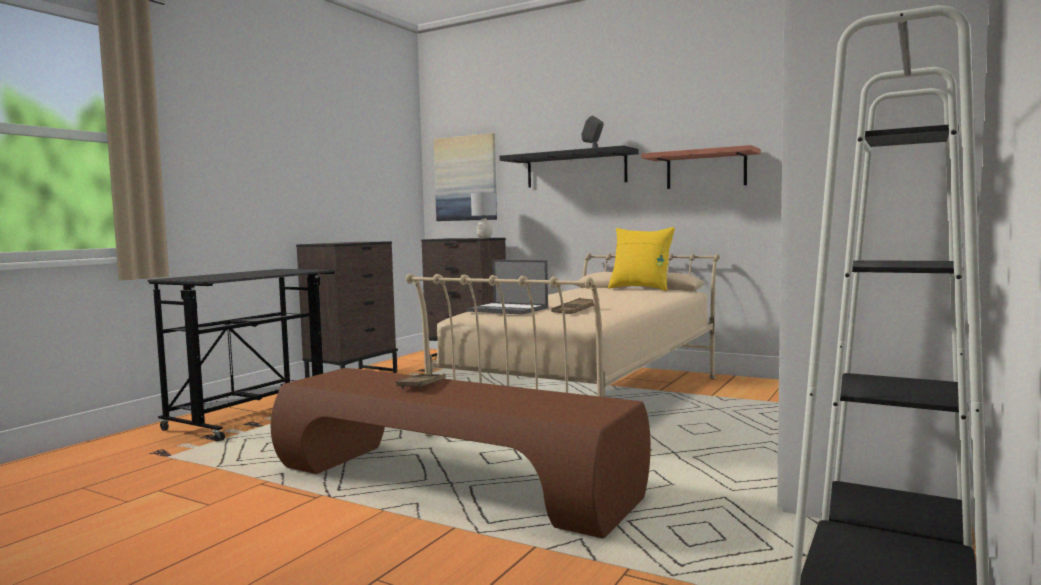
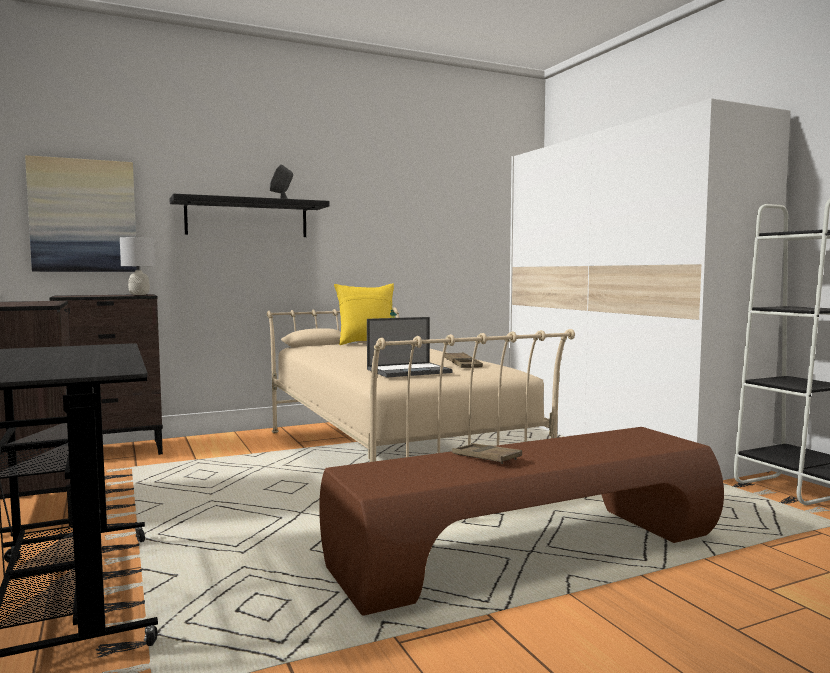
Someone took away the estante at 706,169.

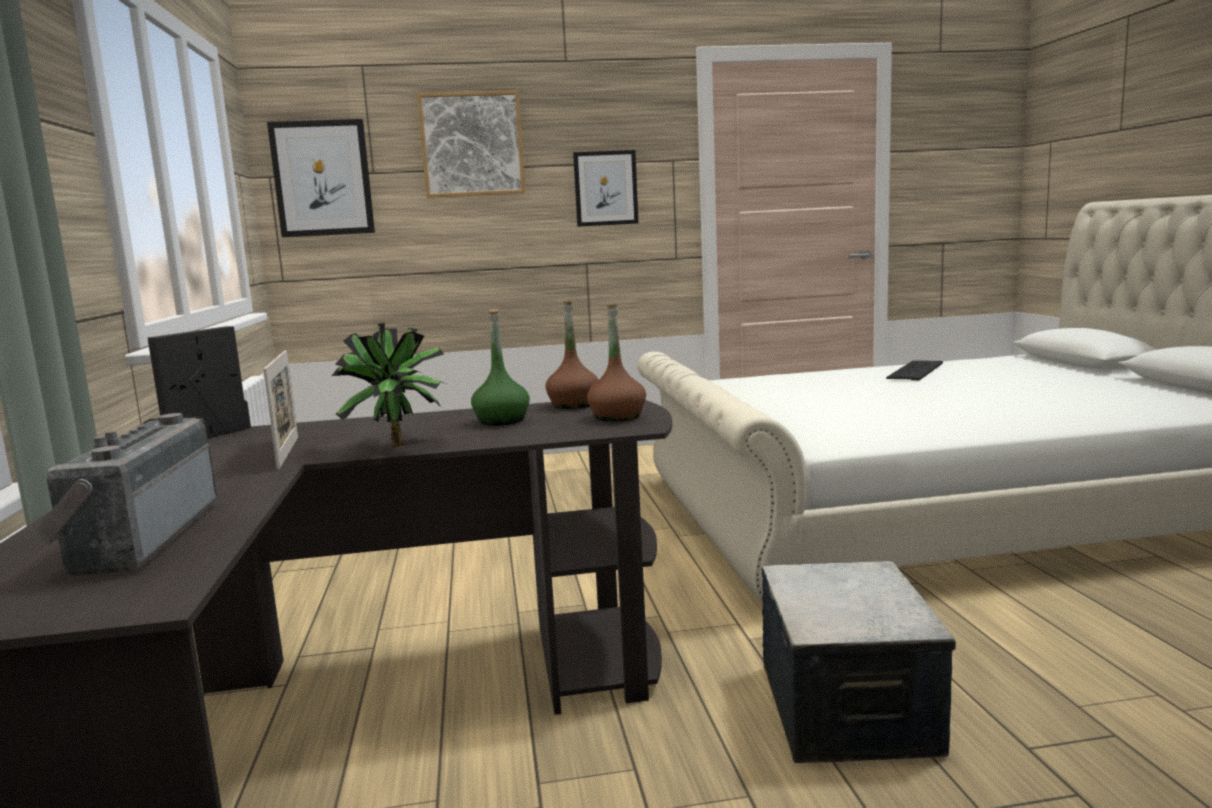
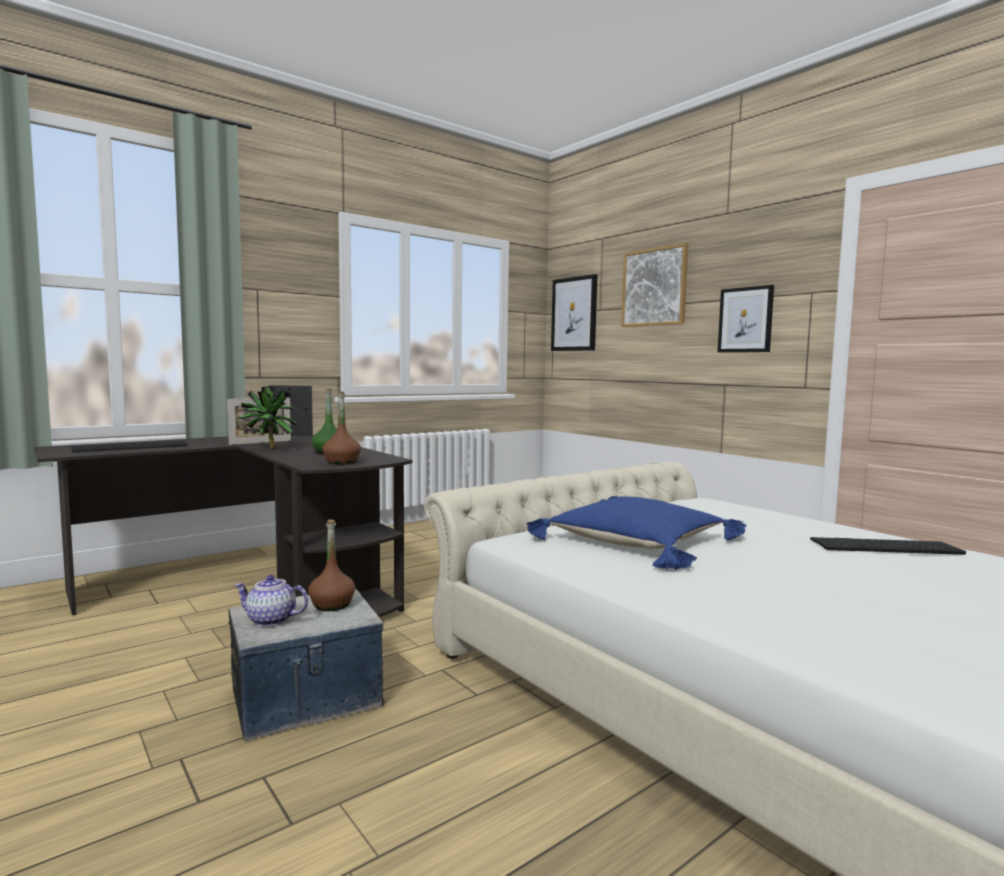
Someone put down the tetera at 270,620.
Someone put down the cojín (azul) at 636,538.
Someone carried the botella (marrón) from 573,405 to 332,605.
Someone swapped the radio at 138,538 for the teclado at 132,447.

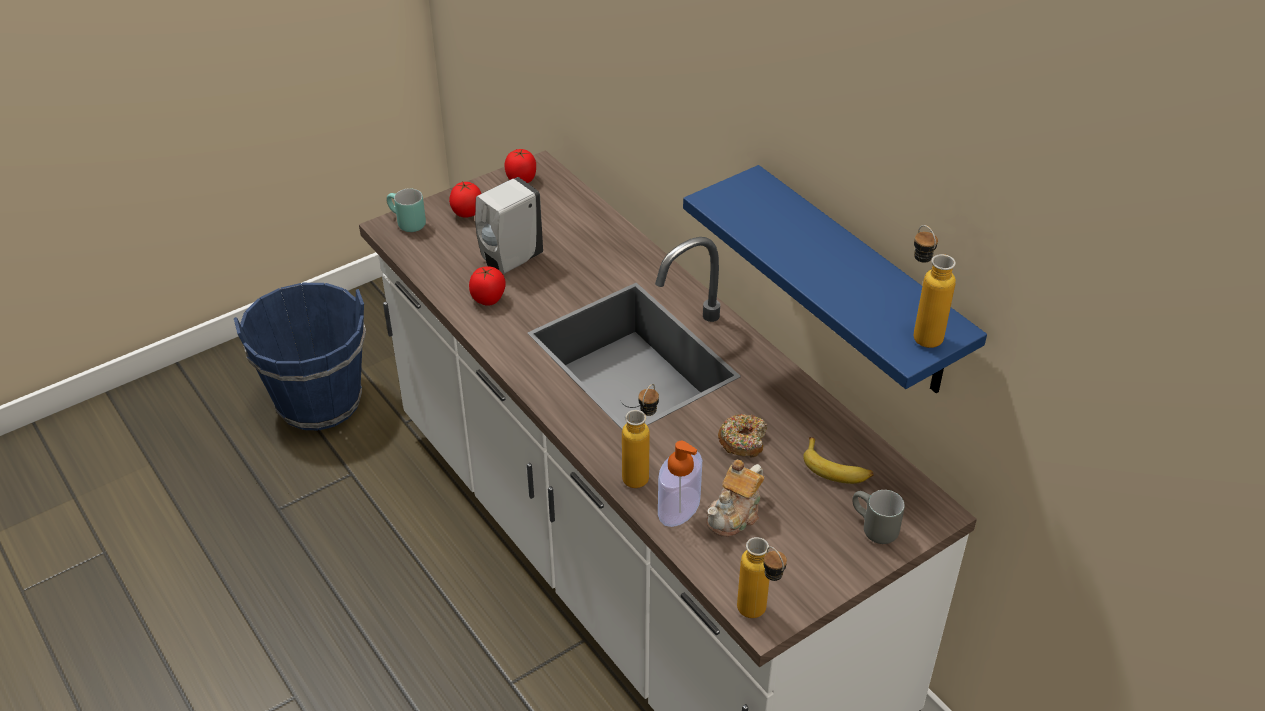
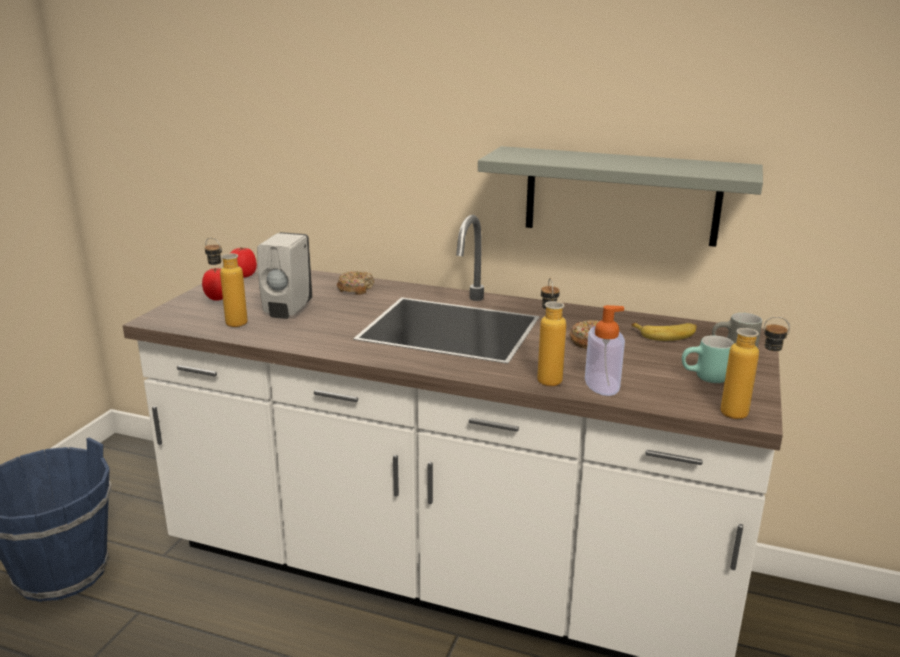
Someone took away the tomate at 489,299.
Someone took away the tetera at 735,515.
Someone put down the rosquilla at 355,289.
Someone carried the taza grande (turquesa) from 405,224 to 705,379.
Someone carried the botella from 920,331 to 229,322.
Someone repainted the estante (azul) at 858,284, which became the estante (gris) at 621,196.

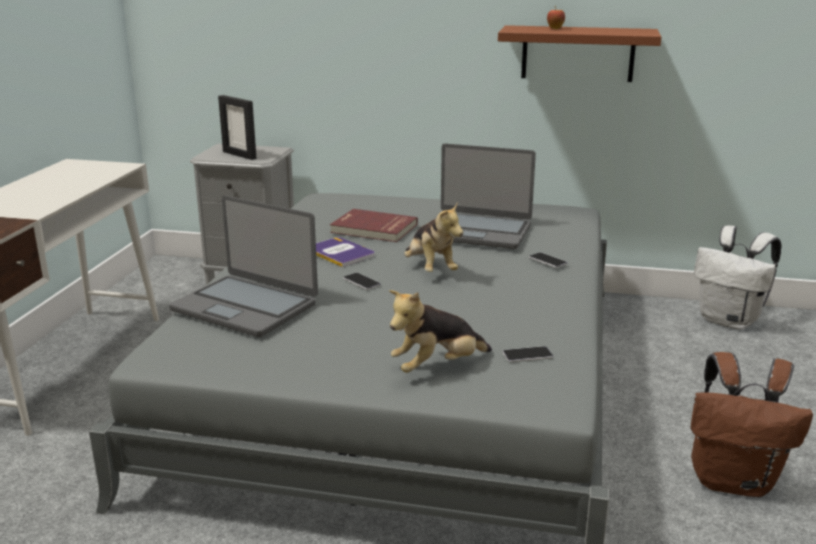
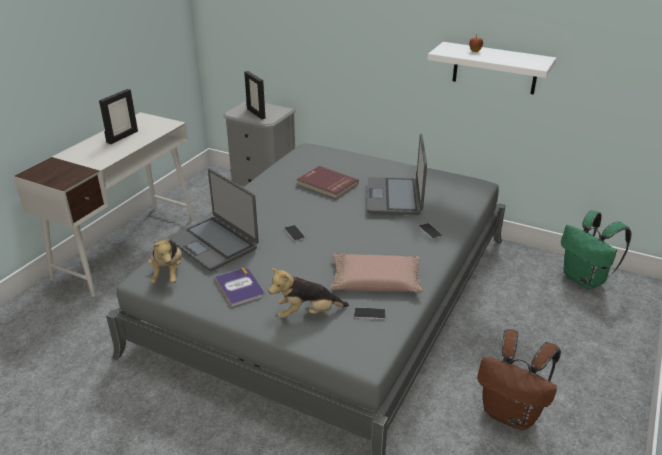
Someone put down the portarretratos at 122,137.
Someone put down the cojín (beis) at 375,279.
Someone carried the libro from 340,253 to 239,287.
Someone carried the peluche from 430,268 to 168,274.
Someone repainted the estante (marrón) at 577,53, which became the estante (blanco) at 495,68.
Someone repainted the mochila (blanco) at 730,321, which became the mochila (verde) at 585,279.
Someone rotated the portátil at 477,231 by 60 degrees clockwise.

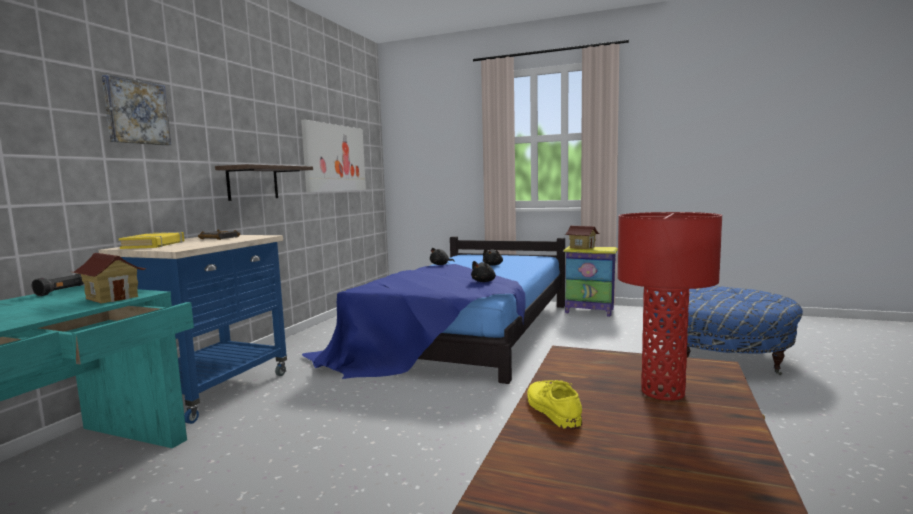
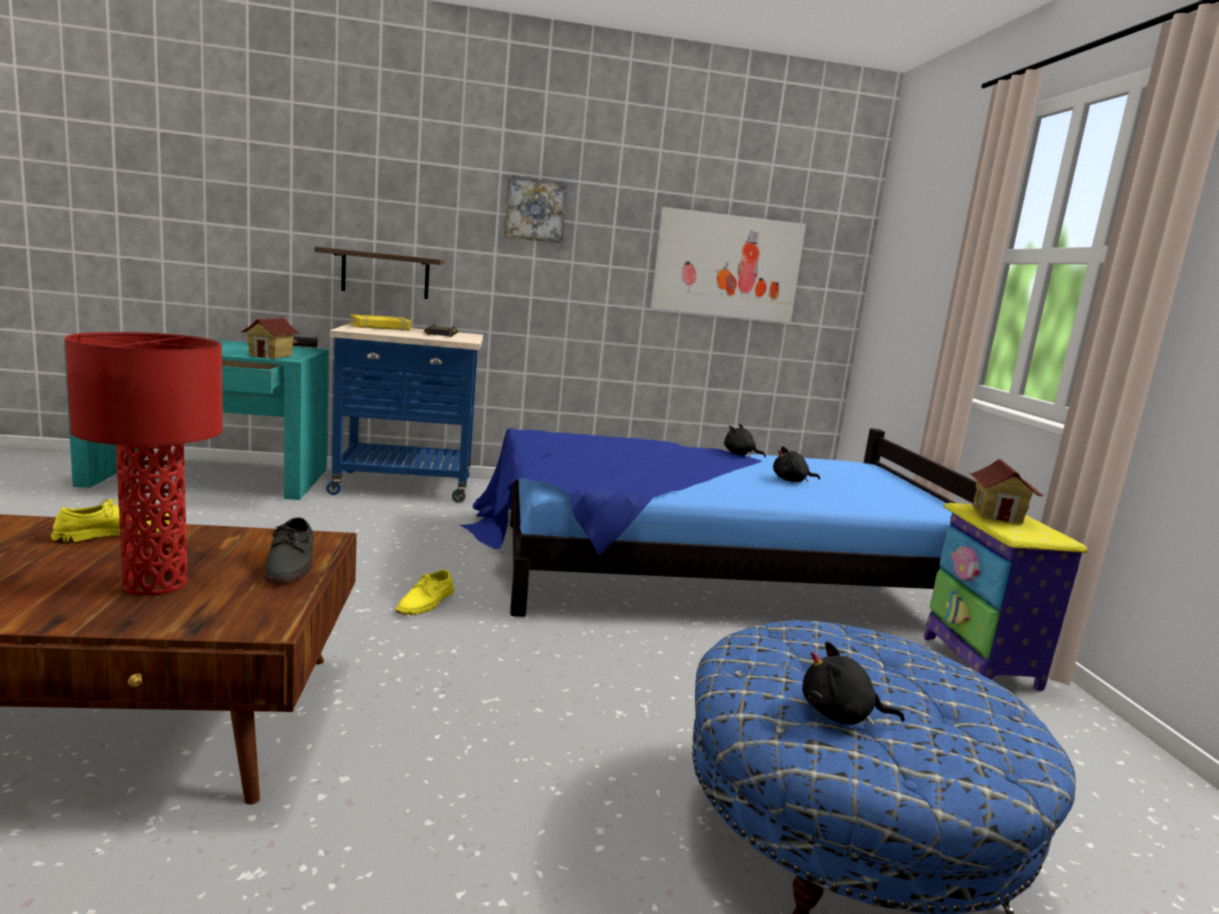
Someone put down the zapato (gris) at 291,564.
Someone put down the zapato (amarillo) at 426,602.
Someone carried the cuadro from 136,112 to 535,210.
Someone carried the estante from 253,183 to 385,274.
Someone carried the peluche (negro) from 484,281 to 841,715.

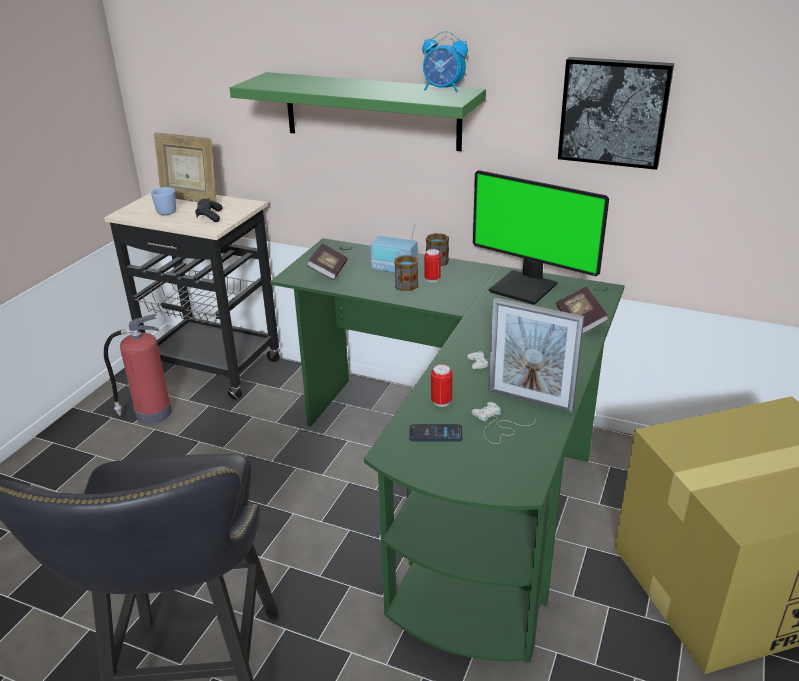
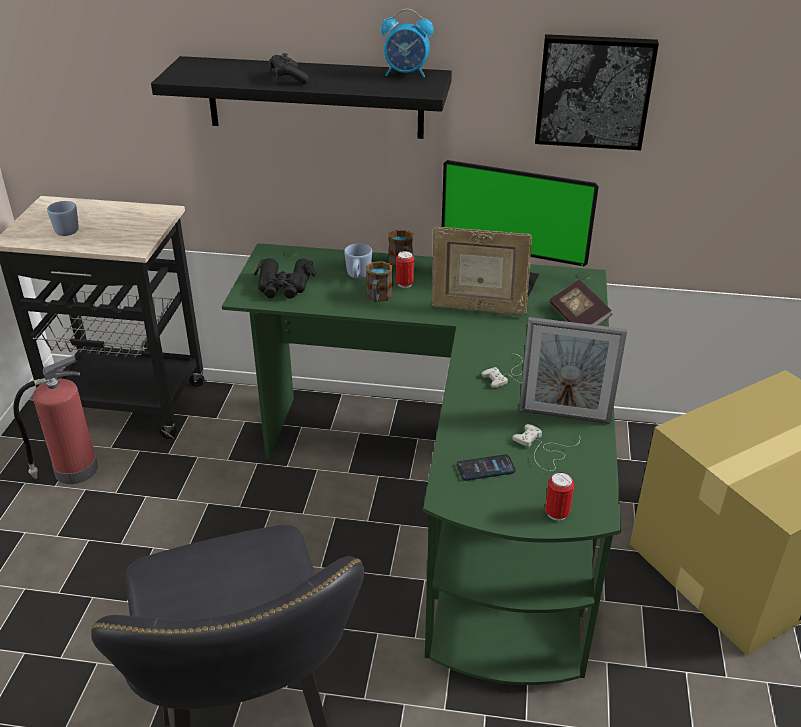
Someone carried the portarretratos from 190,200 to 478,308.
Someone carried the mando de consola (negro) from 209,216 to 288,78.
Someone carried the lata from 441,402 to 557,513.
Someone swapped the libro at 328,271 for the prismáticos (negro) at 284,286.
Someone swapped the radio at 394,270 for the taza grande (azul) at 358,276.
Someone repainted the estante (verde) at 371,111, which became the estante (negro) at 315,97.

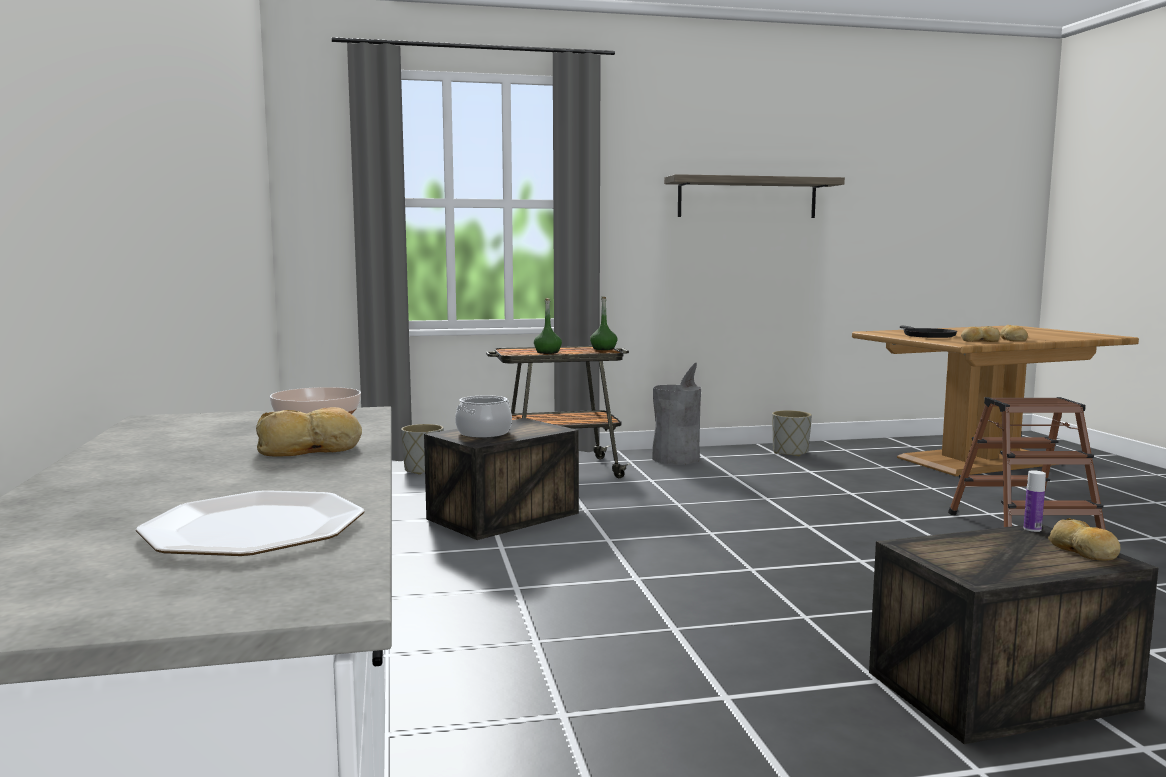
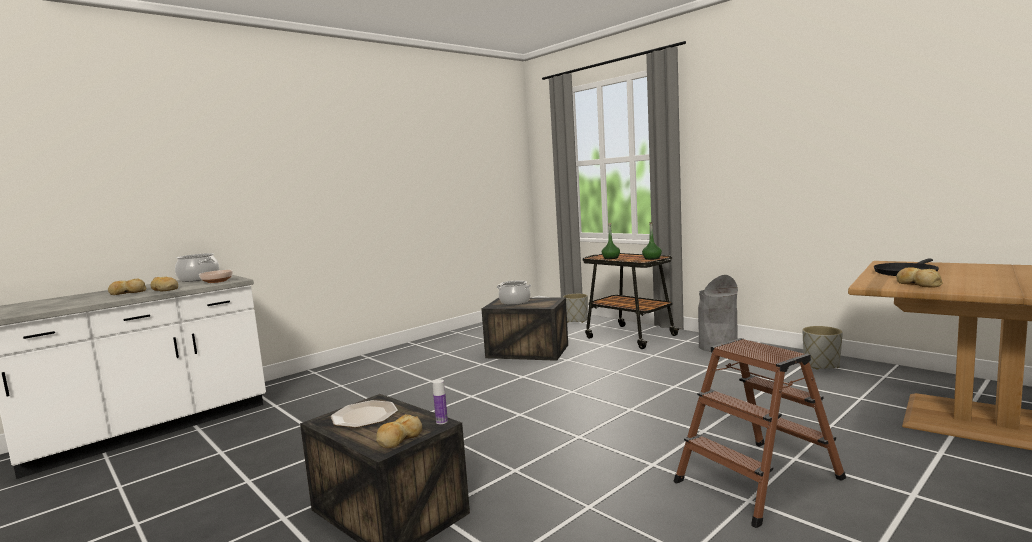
Someone took away the estante at 747,198.
Someone put down the olla at 198,279.
Someone carried the plato from 252,528 to 364,415.
Someone carried the pan from 1013,339 to 127,292.

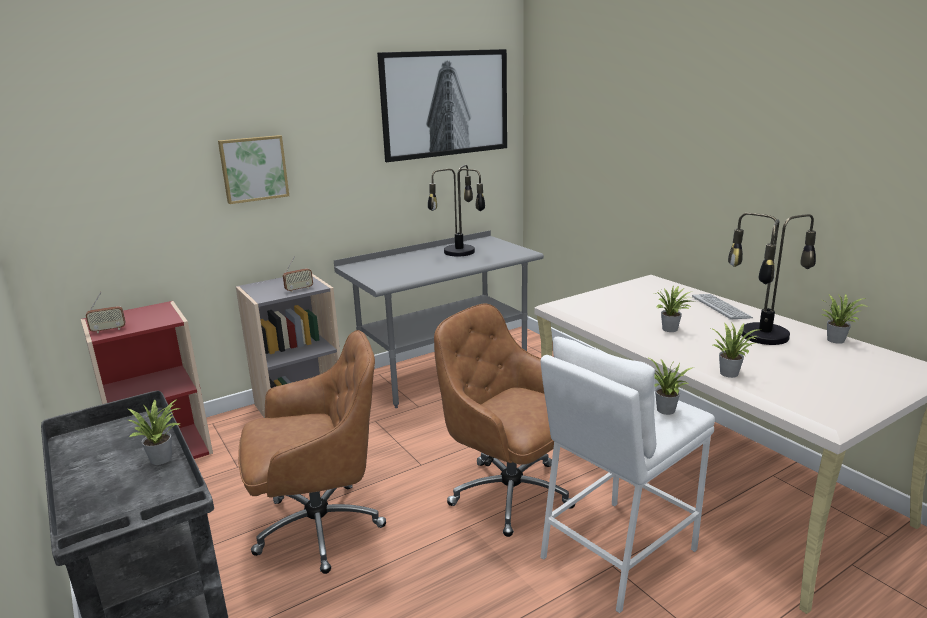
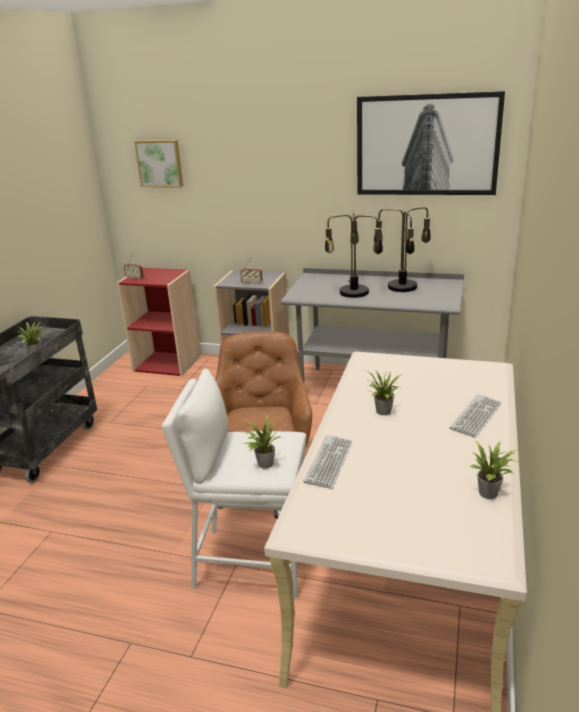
Someone took away the silla de oficina (marrón) at 319,527.
Someone carried the cuadro from 253,168 to 160,163.
Someone carried the lámpara de mesa from 763,335 to 354,292.
Someone swapped the planta en maceta at 730,373 for the teclado at 329,462.

